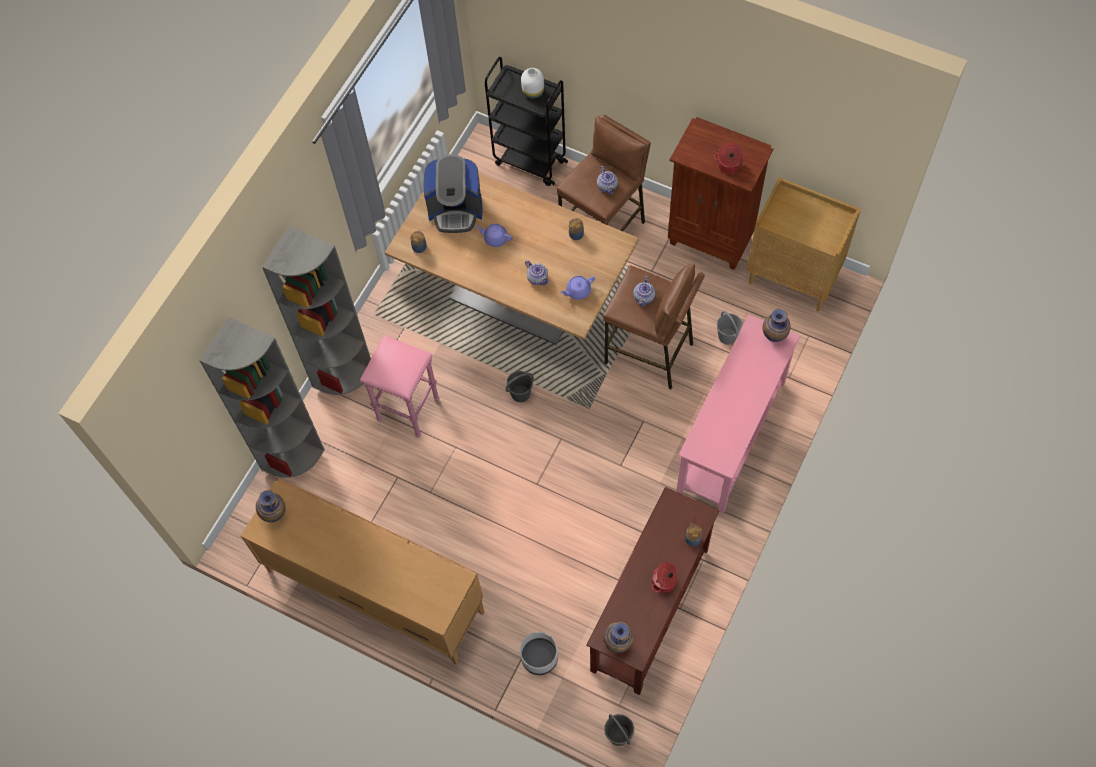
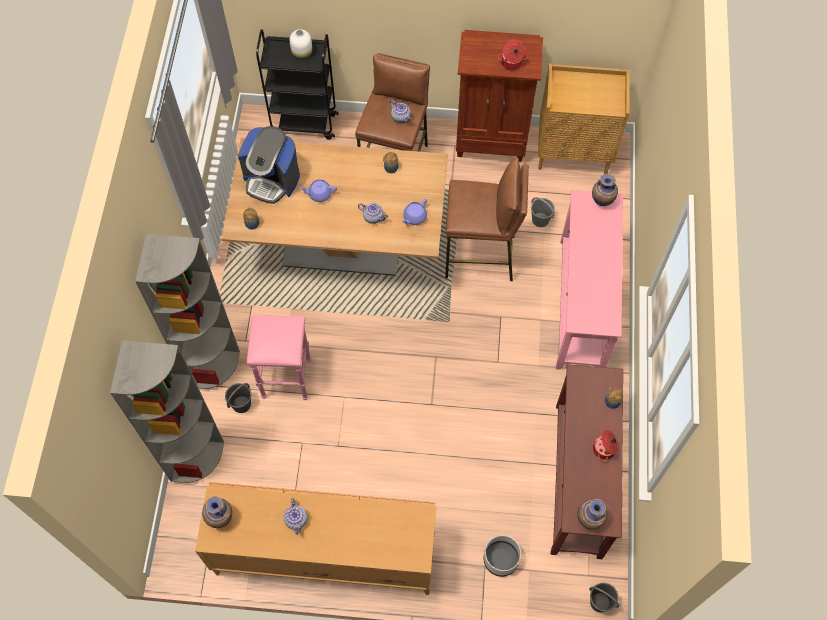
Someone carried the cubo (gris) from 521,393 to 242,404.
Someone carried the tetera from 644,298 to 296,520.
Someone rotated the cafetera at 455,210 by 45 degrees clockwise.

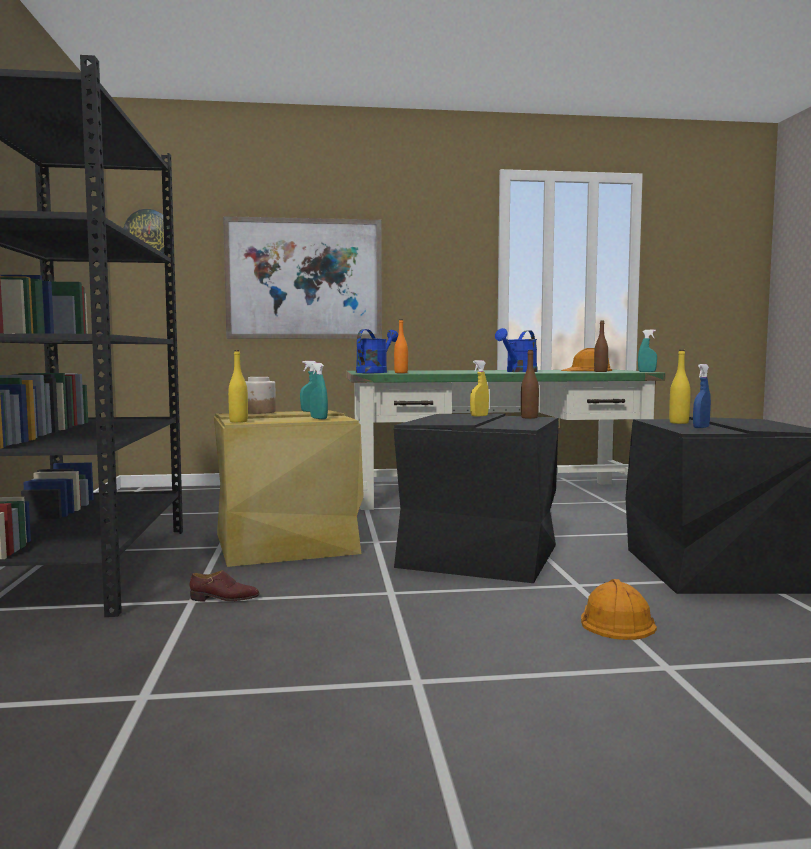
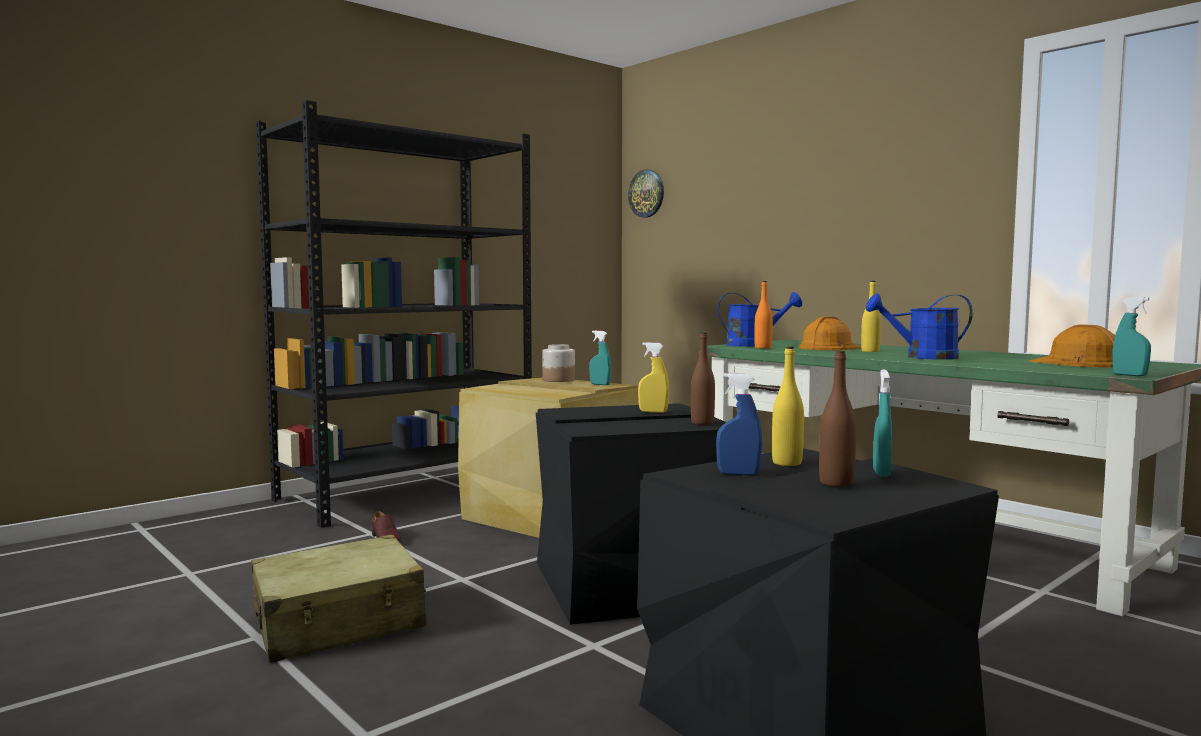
Someone took away the cuadro at 304,279.
Someone put down the maleta (beis) at 339,622.
Someone carried the botella (amarillo) from 238,421 to 870,351.
Someone carried the pulverizador (turquesa) from 318,418 to 881,473.
Someone carried the casco (naranja) from 615,621 to 830,348.
Someone carried the botella (marrón) from 600,371 to 836,483.

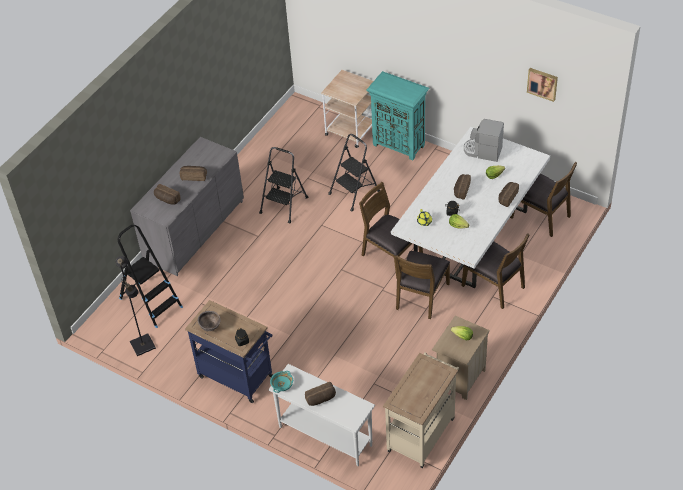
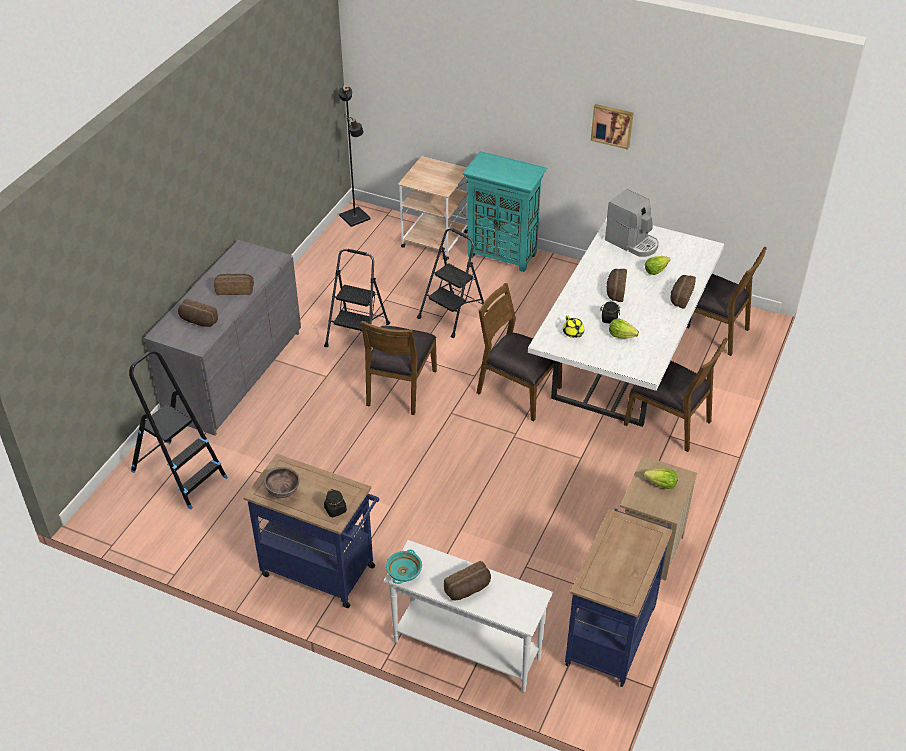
Someone carried the lámpara de pie (negro) from 142,345 to 354,217.
Someone carried the silla (marrón) from 421,296 to 400,387.
Someone carried the cuadro from 542,83 to 612,125.
Someone repainted the carrito (beis) at 422,433, which became the carrito (azul) at 612,634.
Someone rotated the cafetera at 482,151 by 150 degrees counterclockwise.

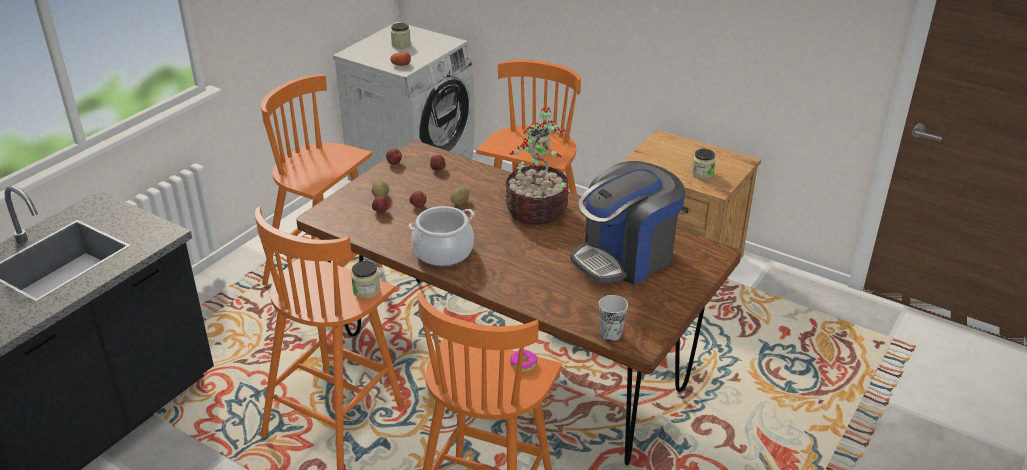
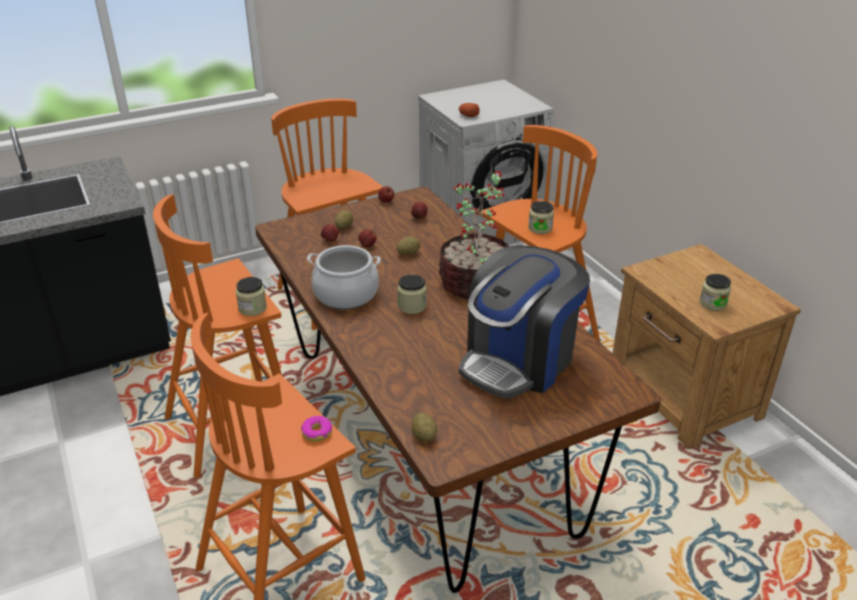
Someone carried the tarro from 401,45 to 412,306.
Someone swapped the taza at 611,334 for the patata at 424,436.
Someone rotated the cafetera at 625,257 by 45 degrees counterclockwise.

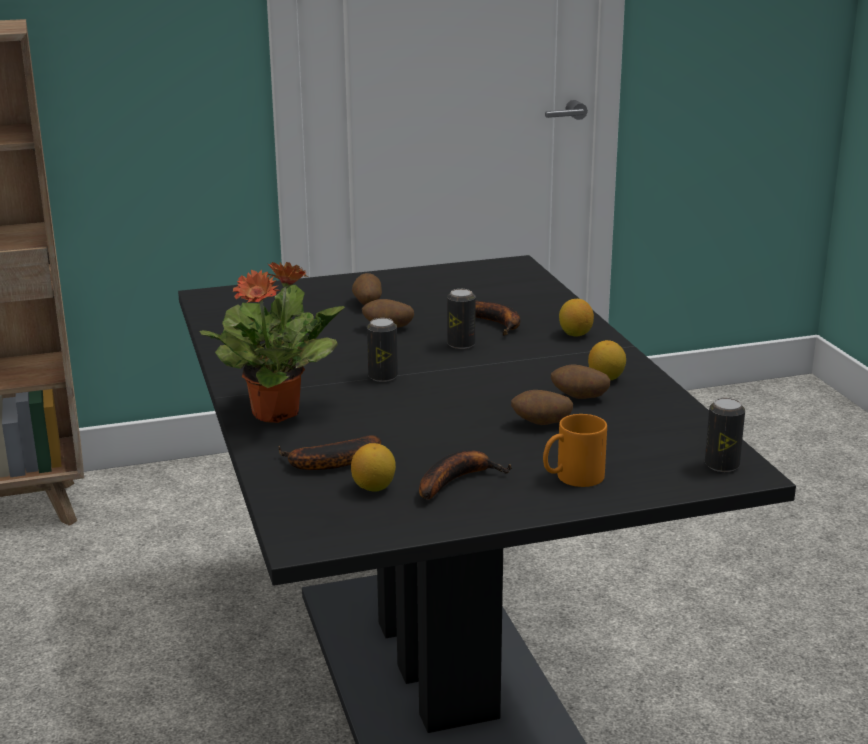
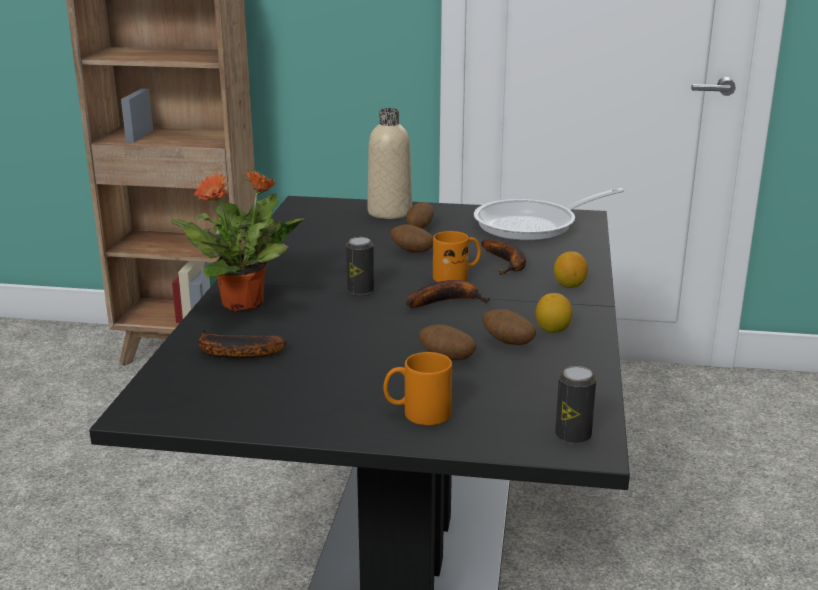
Someone took away the limón at 374,487.
Someone put down the botella (beis) at 389,212.
Someone put down the sartén at 533,226.
Someone carried the plátano from 457,480 to 447,301.
Someone swapped the lata at 461,344 for the taza grande (naranja) at 457,276.

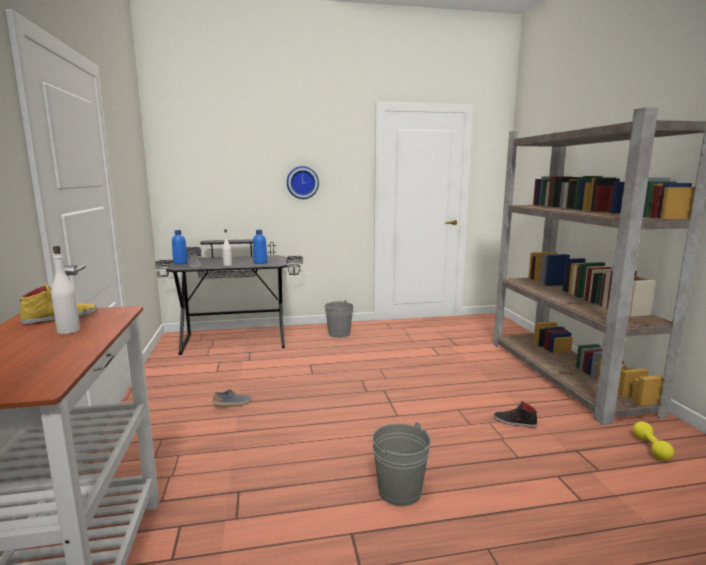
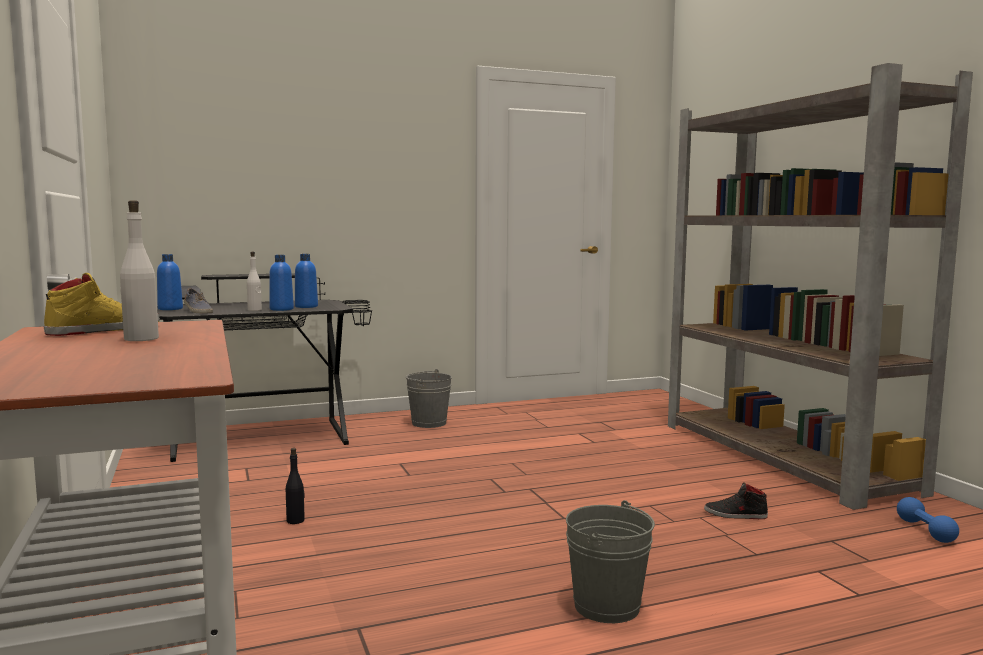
Someone took away the reloj de pared at 302,182.
Someone put down the botella (azul) at 281,309.
Someone swapped the zapato at 232,404 for the botella (negro) at 296,520.
Someone repainted the mancuerna (amarillo) at 651,448, which became the mancuerna (azul) at 925,531.

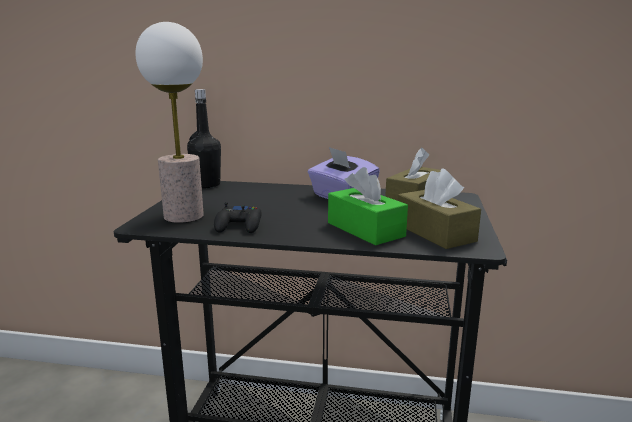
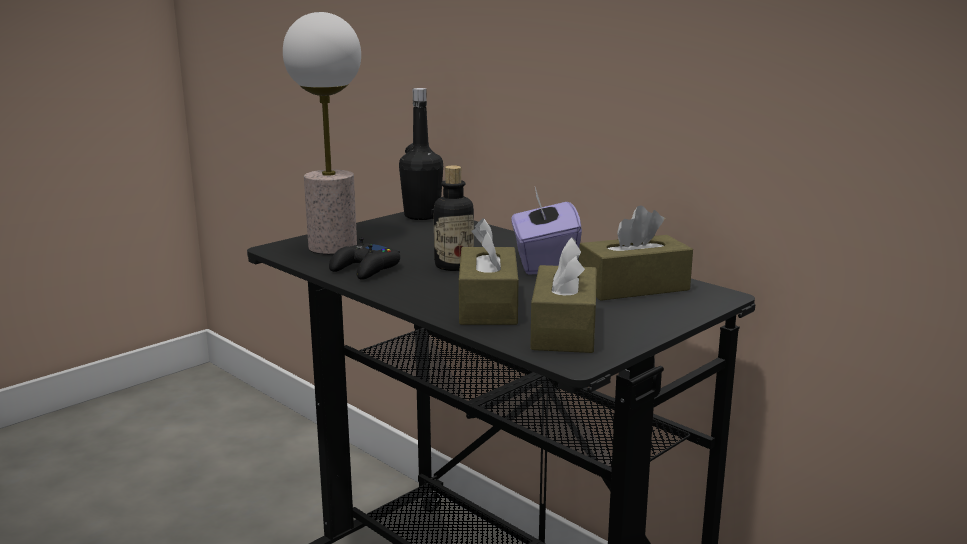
Someone put down the botella at 454,266.
Someone repainted the caja de pañuelos (verde) at 365,229, which became the caja de pañuelos (marrón) at 488,305.

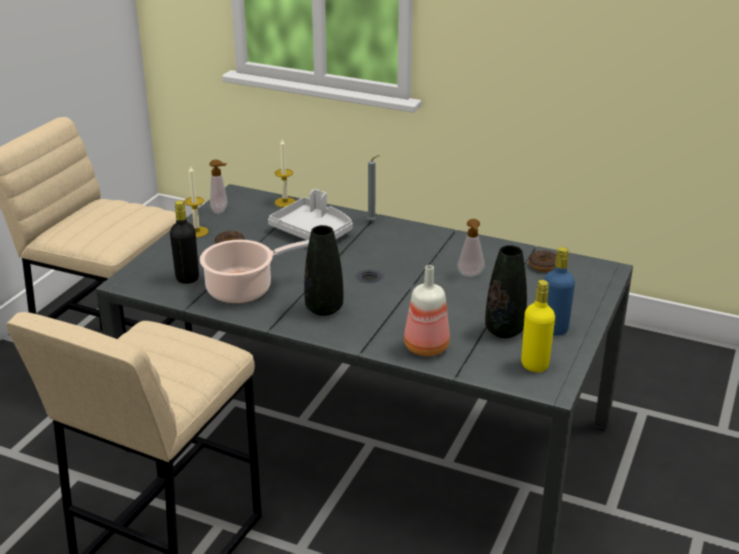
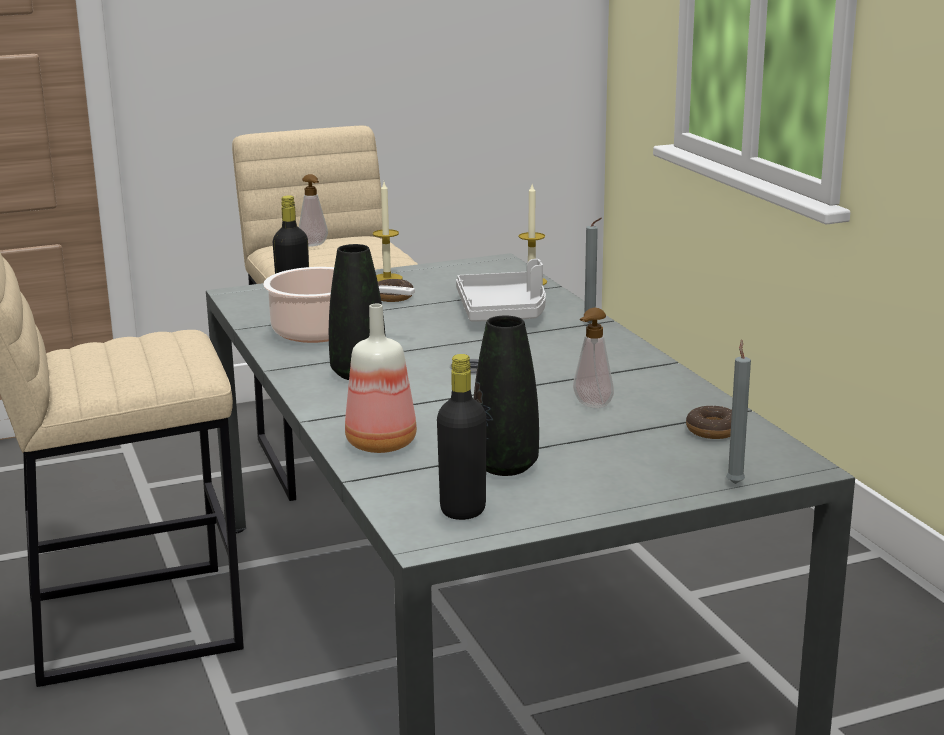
Someone took away the botella (azul) at 554,329.
Someone put down the vela (gris) at 734,482.
Someone carried the dispensador de jabón from 221,211 to 314,245.
Someone repainted the botella (amarillo) at 534,365, which became the botella (negro) at 463,510.

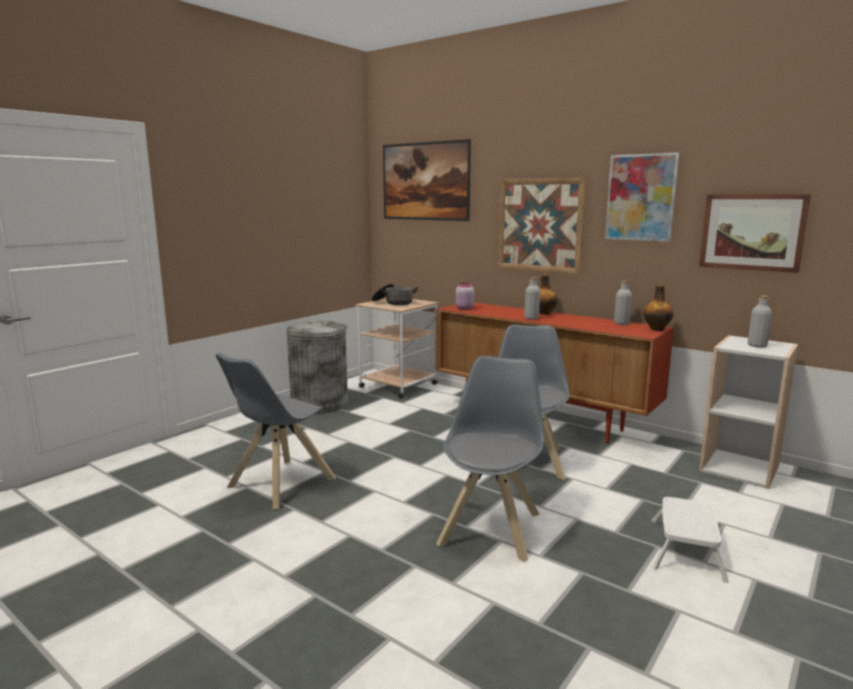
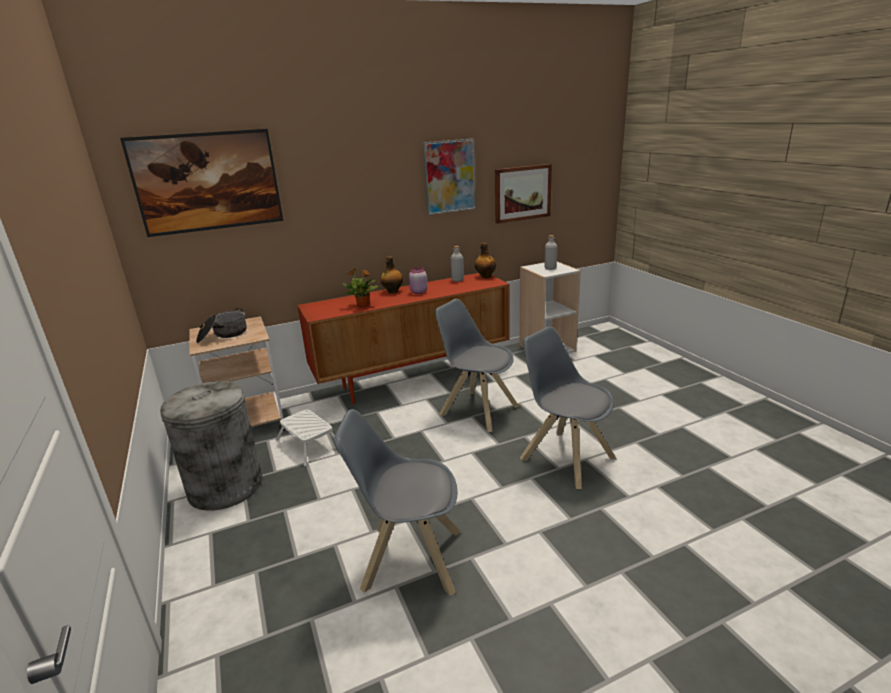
Someone took away the cuadro at 540,225.
Someone took away the botella (gris) at 531,318.
Someone put down the planta en maceta at 363,305.
Someone carried the tarro (rosa) from 464,308 to 418,292.
Someone carried the escalera de tijera (blanco) from 685,549 to 308,443.
Someone rotated the silla (gris) at 279,484 by 120 degrees clockwise.

